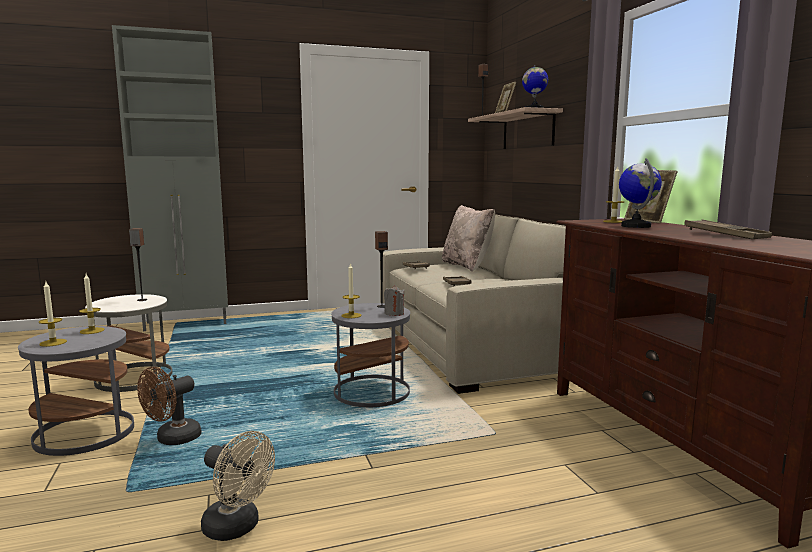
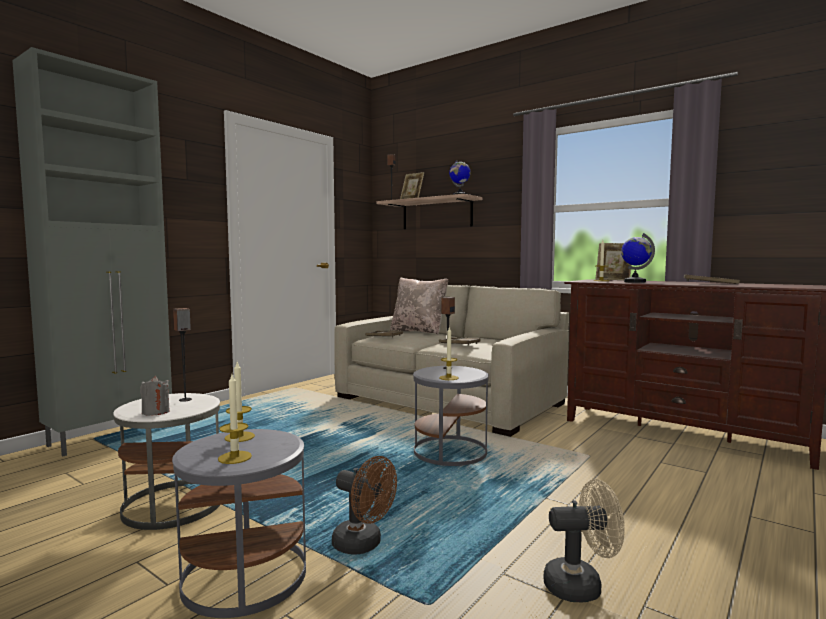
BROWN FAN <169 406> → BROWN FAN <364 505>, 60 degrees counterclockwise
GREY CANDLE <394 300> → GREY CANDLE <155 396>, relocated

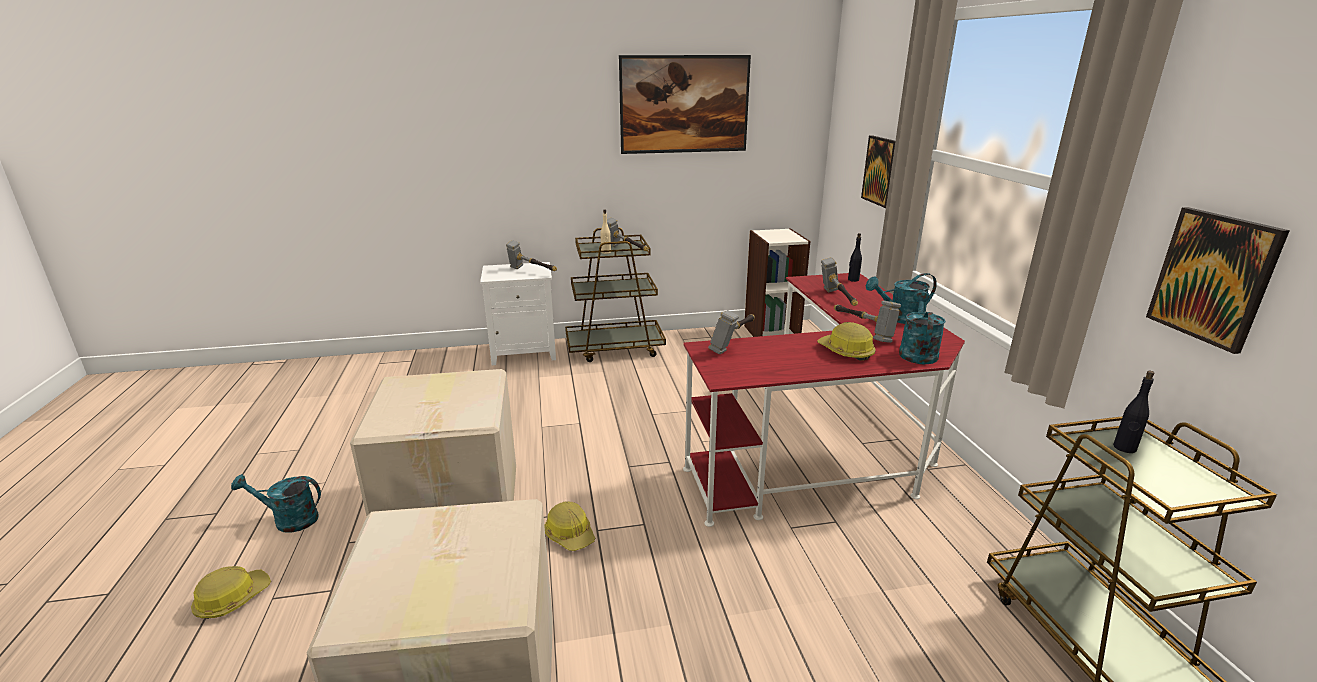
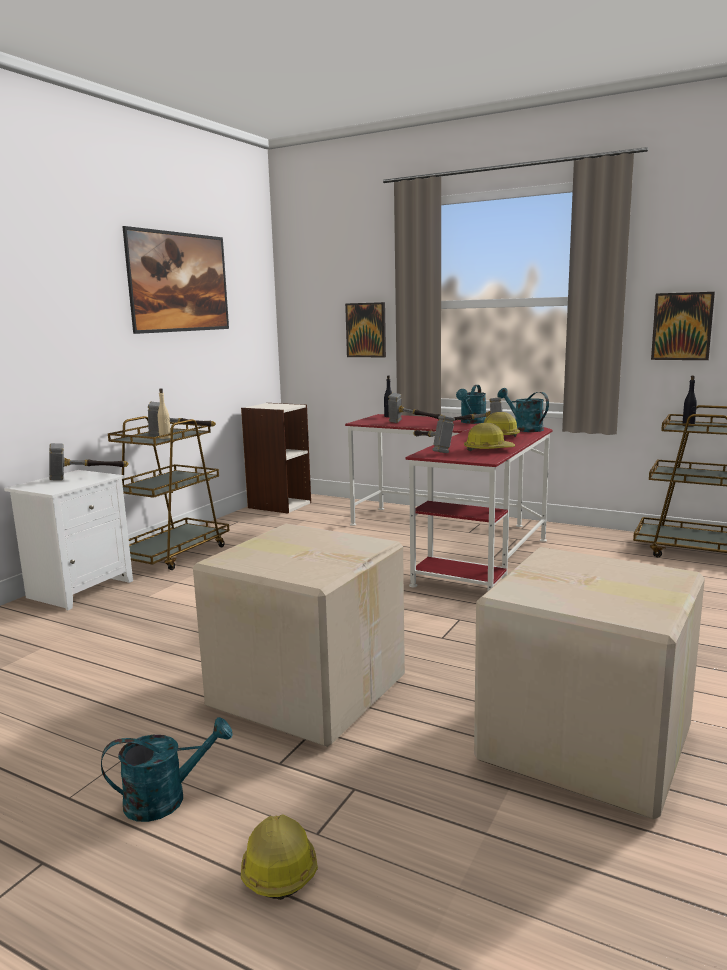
TURQUOISE WATERING CAN <276 503> → TURQUOISE WATERING CAN <167 769>, 150 degrees counterclockwise
HARD HAT <569 526> → HARD HAT <489 437>, relocated

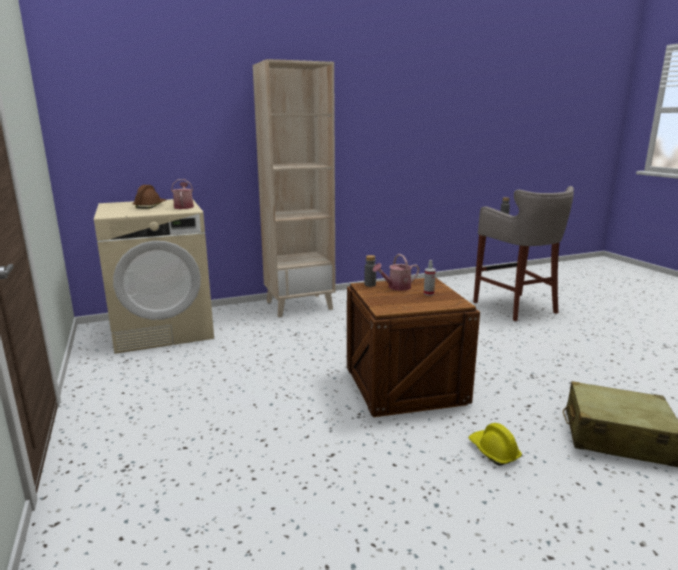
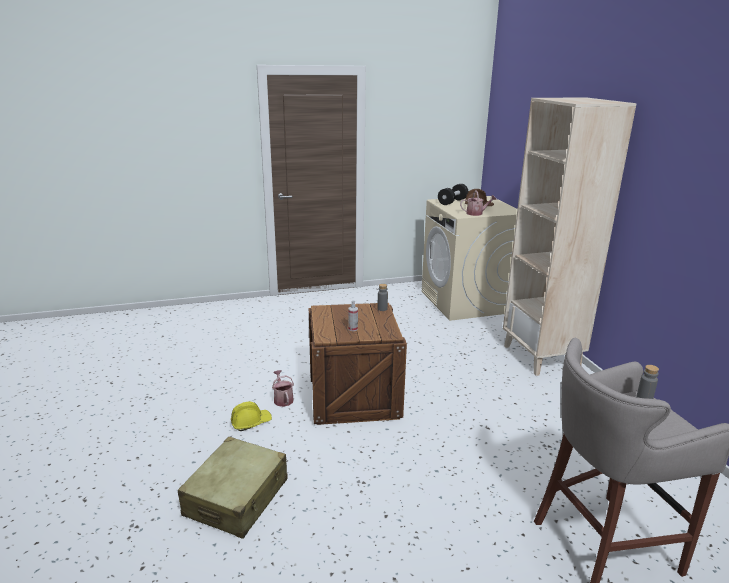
WATERING CAN <396 272> → WATERING CAN <283 388>, relocated
- → BLACK DUMBBELL <453 194>

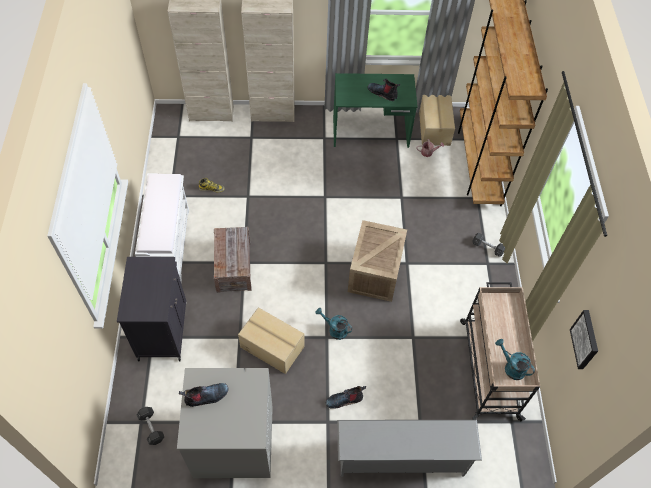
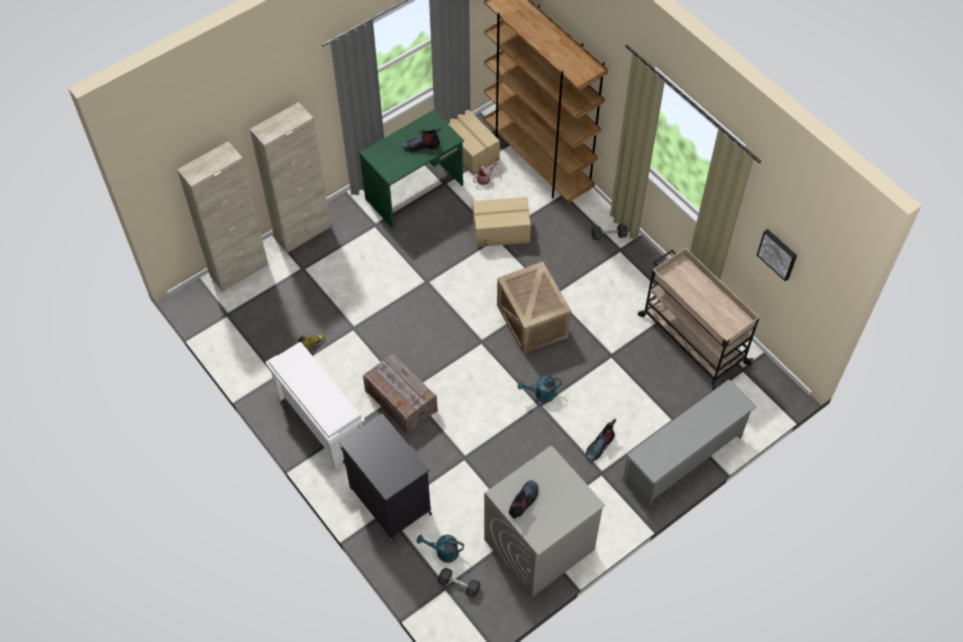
CARDBOARD BOX <271 340> → CARDBOARD BOX <501 222>, relocated
TURQUOISE WATERING CAN <515 359> → TURQUOISE WATERING CAN <440 549>, relocated

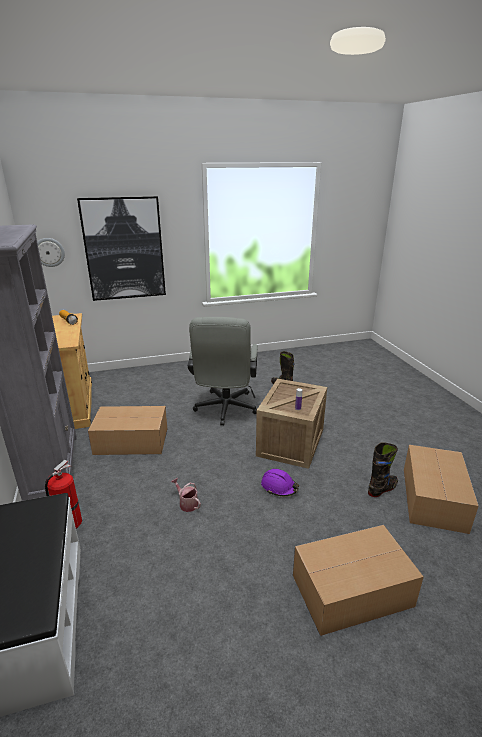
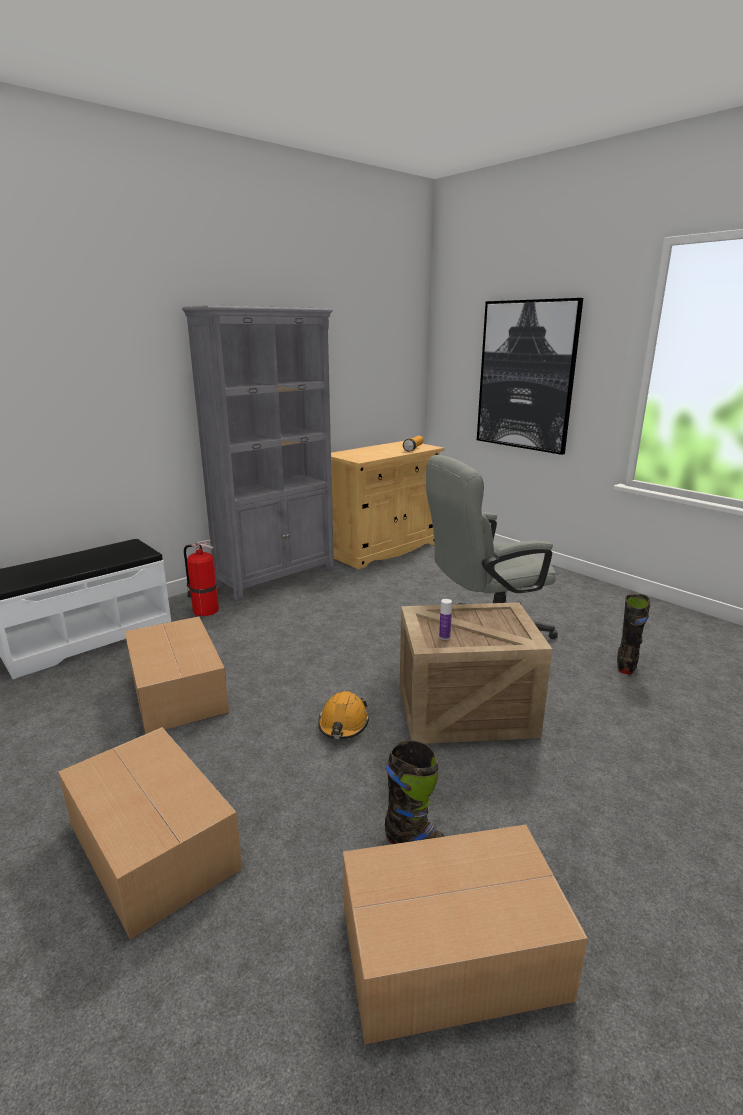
WALL CLOCK <51 252> → -
CARDBOARD BOX <127 430> → CARDBOARD BOX <177 675>, relocated
WATERING CAN <186 495> → -
PURPLE HARD HAT <280 482> → ORANGE HARD HAT <343 715>

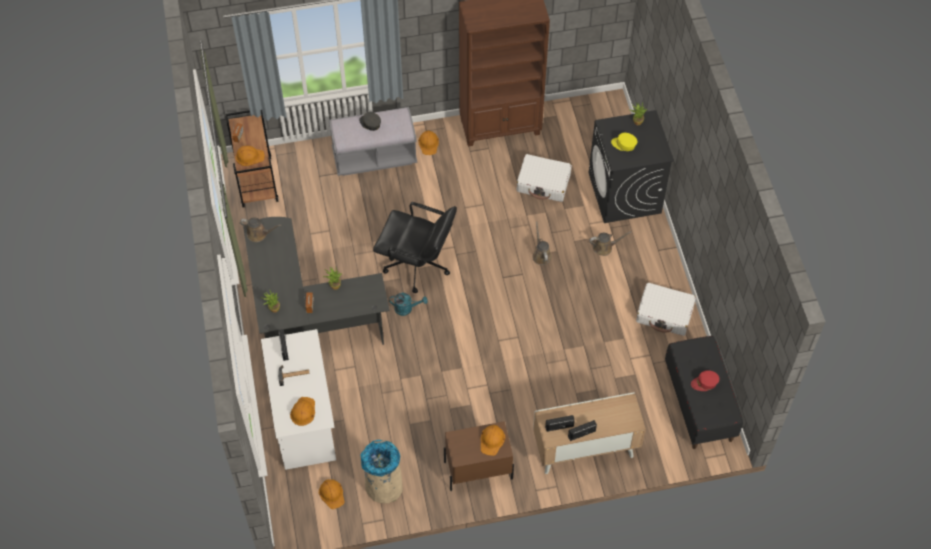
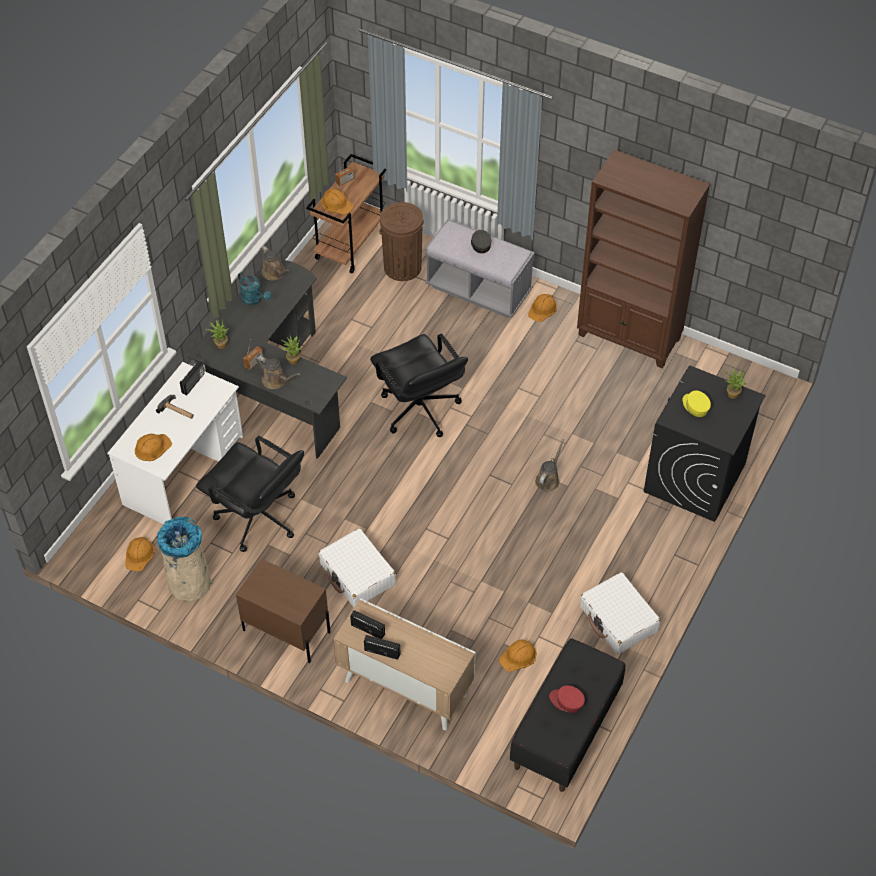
TURQUOISE WATERING CAN <408 304> → TURQUOISE WATERING CAN <254 288>, relocated
ORANGE HARD HAT <493 440> → ORANGE HARD HAT <518 656>, relocated
WHITE SUITCASE <544 178> → WHITE SUITCASE <357 567>, relocated
BROWN WATERING CAN <610 243> → BROWN WATERING CAN <278 372>, relocated
- → BLACK OFFICE CHAIR <250 494>
- → BROWN TRASH CAN <401 241>

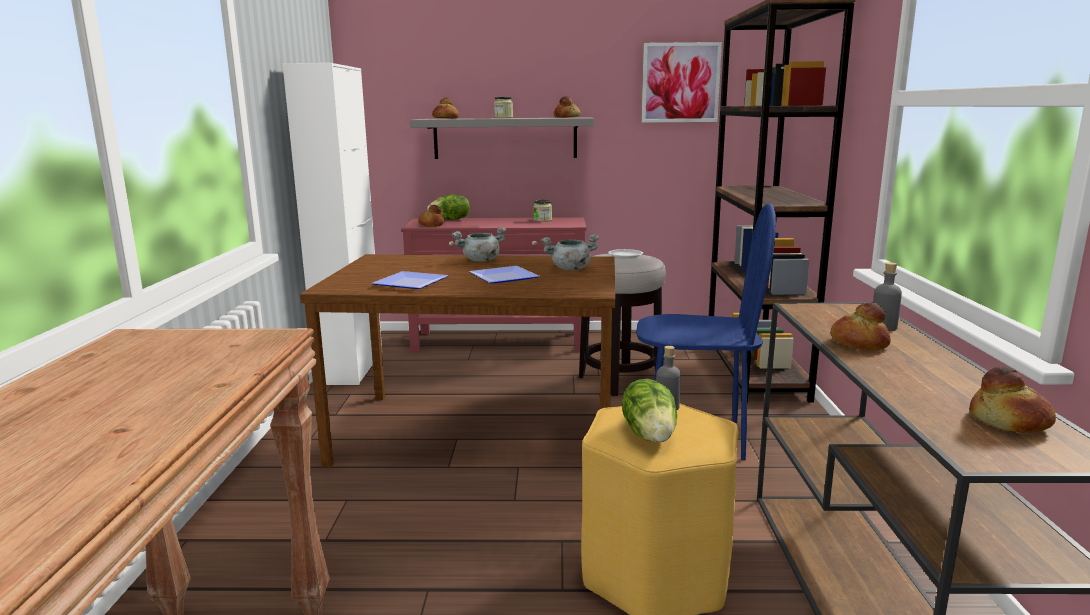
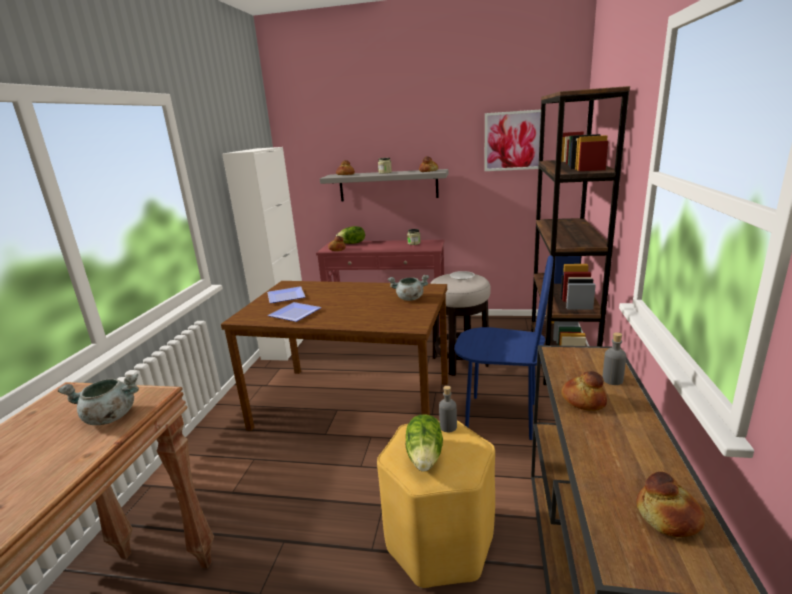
GREY COOKING POT <479 244> → GREY COOKING POT <98 399>, relocated
PLATE <504 274> → PLATE <286 295>, relocated

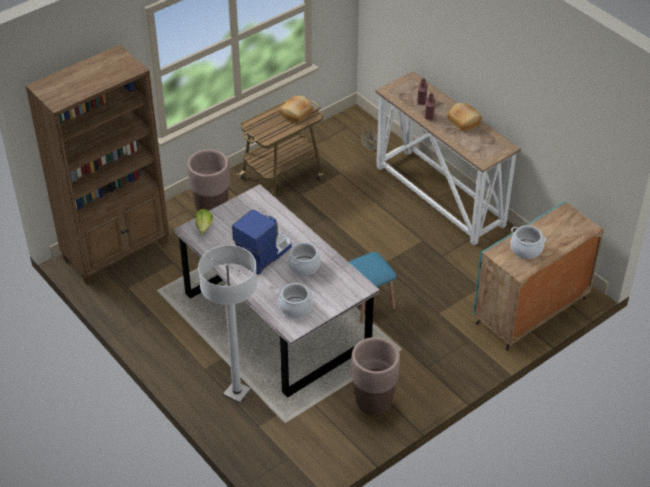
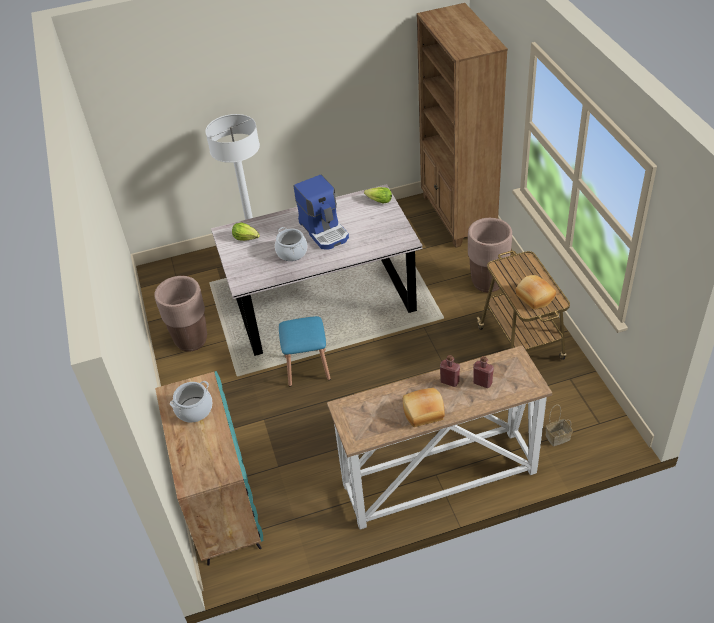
COOKING POT <295 300> → LETTUCE <246 231>

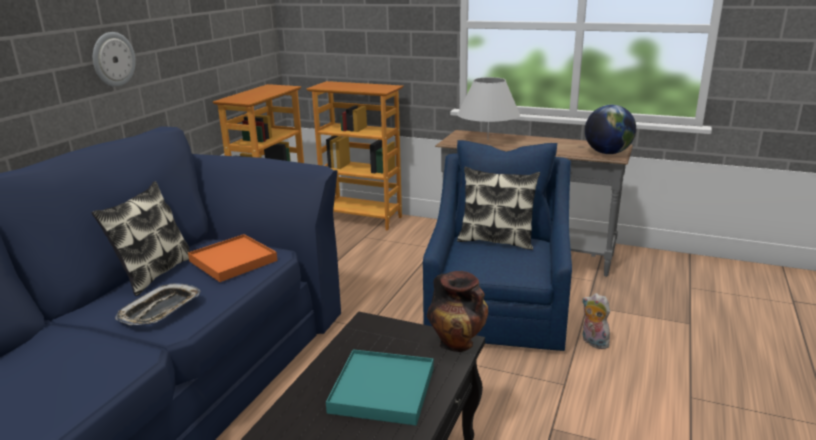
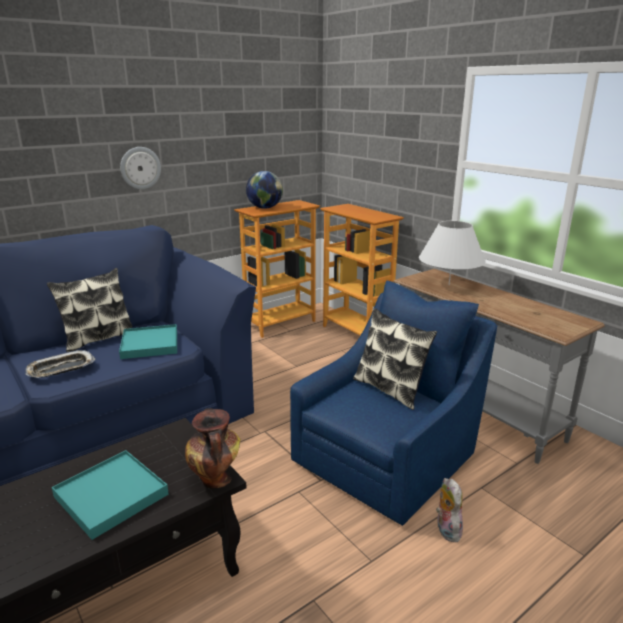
ORANGE TRAY <233 258> → TURQUOISE TRAY <148 341>
GLOBE <610 129> → GLOBE <264 190>, relocated

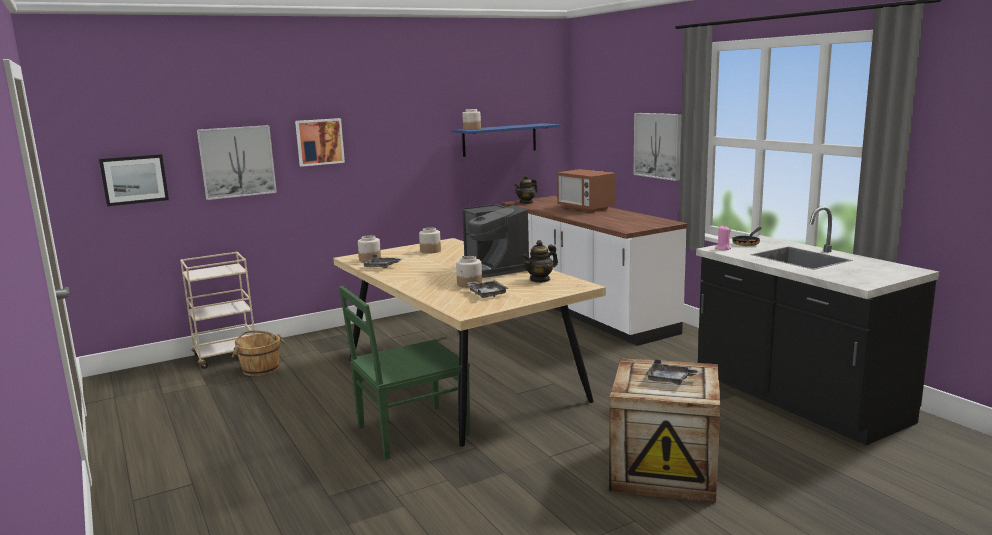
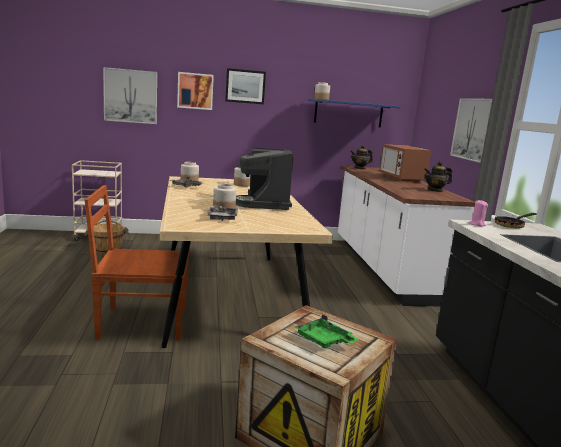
PICTURE <134 180> → PICTURE <245 86>, relocated
GREEN CHAIR <404 373> → BROWN CHAIR <137 262>
TEAPOT <539 261> → TEAPOT <438 176>, relocated
GREY TRAY <673 372> → GREEN TRAY <327 332>

